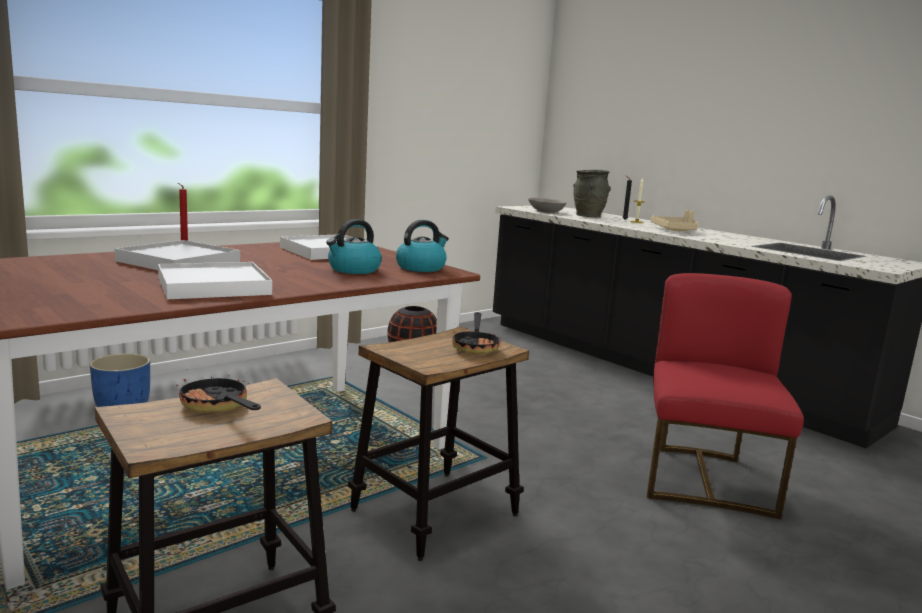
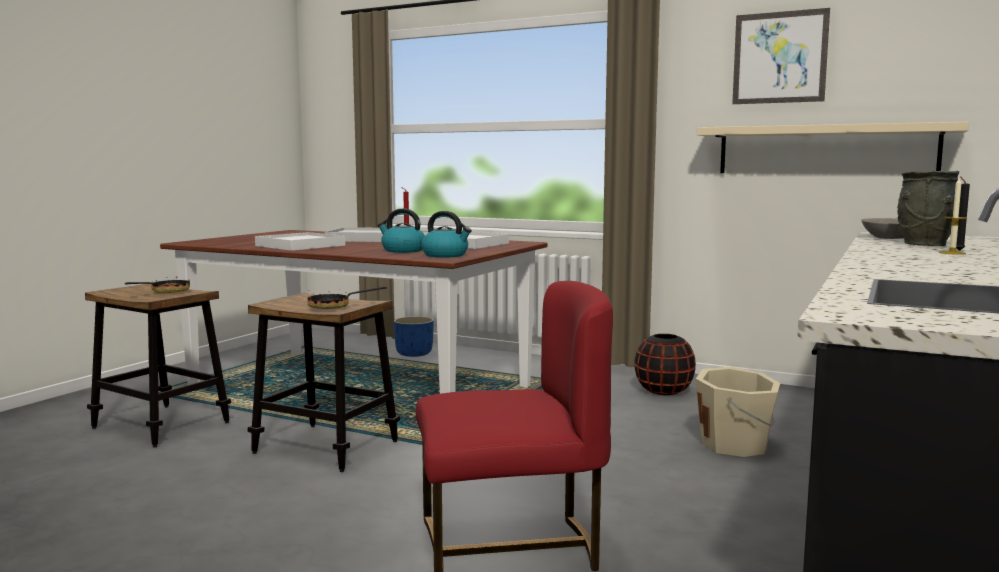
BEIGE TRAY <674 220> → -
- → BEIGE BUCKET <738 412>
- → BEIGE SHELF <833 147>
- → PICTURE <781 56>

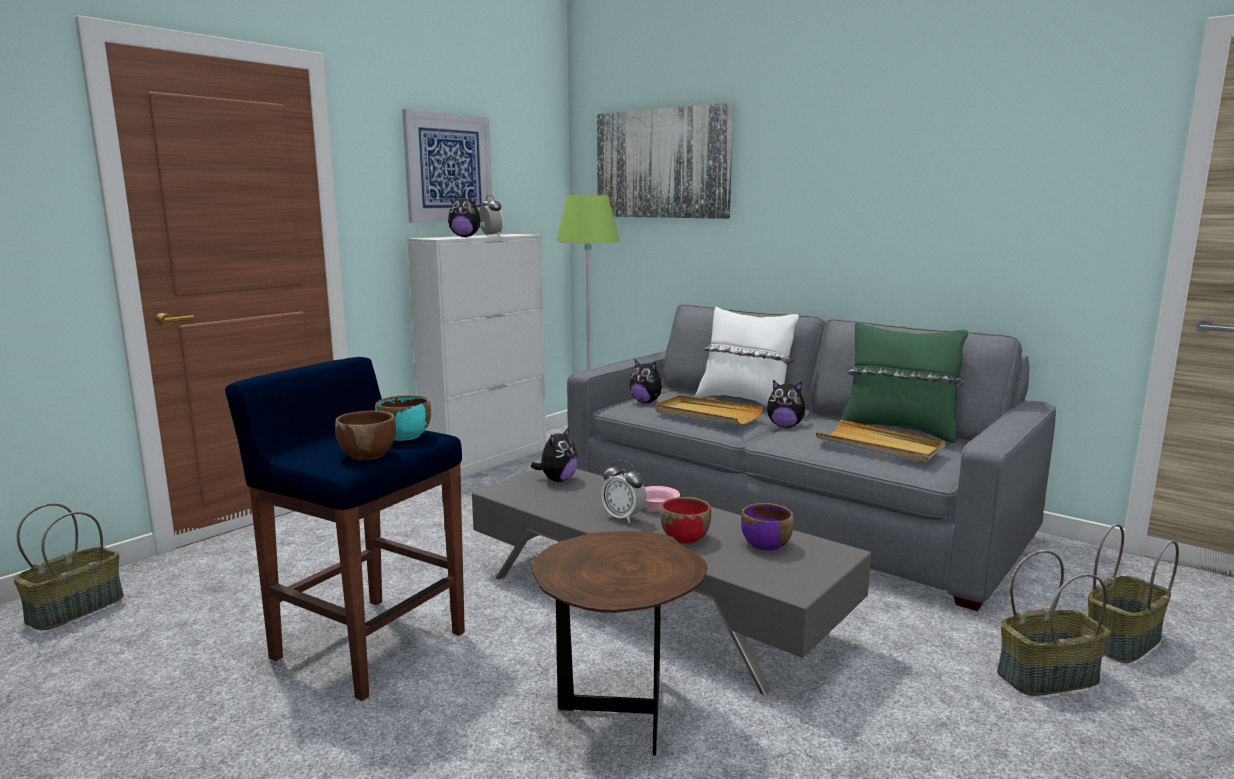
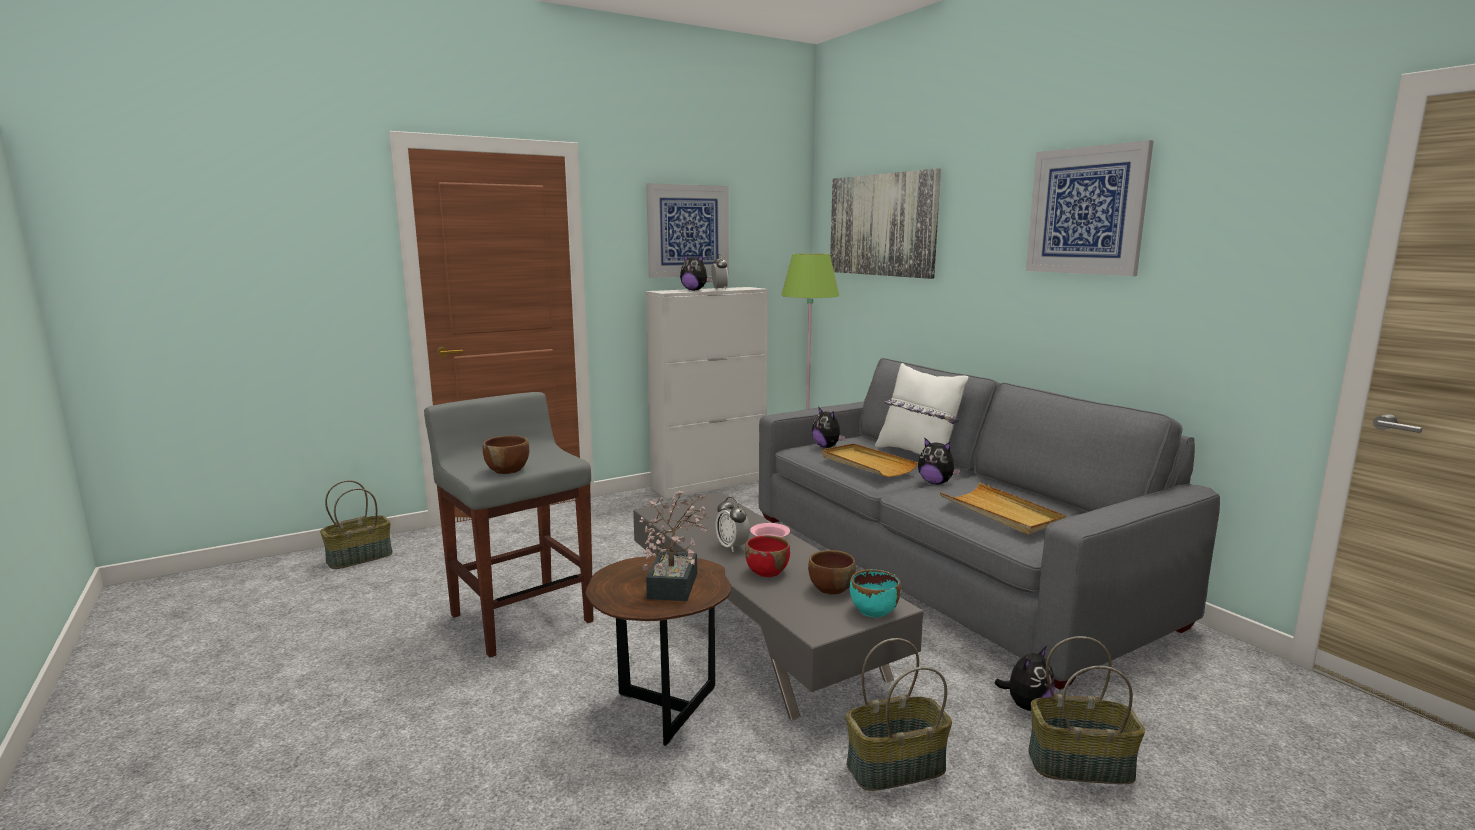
BLUE STOOL <345 529> → GREY STOOL <508 525>
TURQUOISE BOWL <403 418> → TURQUOISE BOWL <875 593>, relocated
PLUSH TOY <554 454> → PLUSH TOY <1025 678>, relocated
PURPLE BOWL <767 527> → BROWN BOWL <832 572>
GREEN PILLOW <904 382> → -
BASKET <1133 593> → BASKET <899 714>, relocated
- → POTTED PLANT <674 546>
- → PICTURE <1090 208>

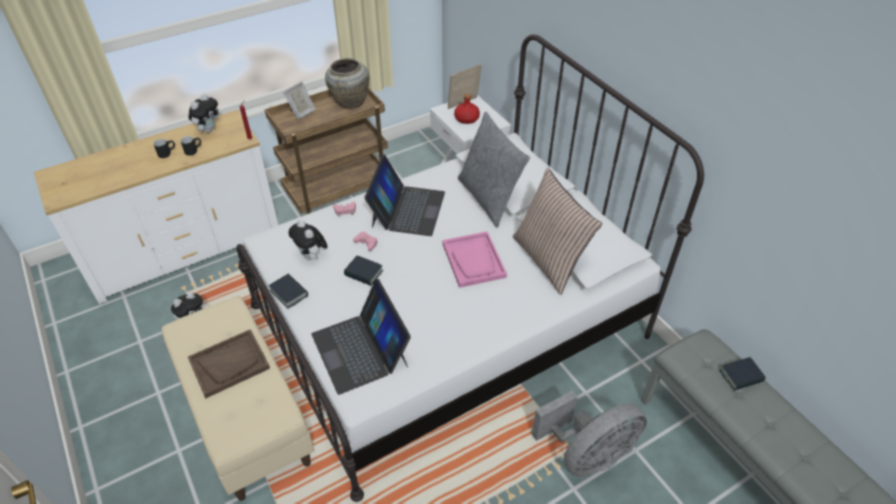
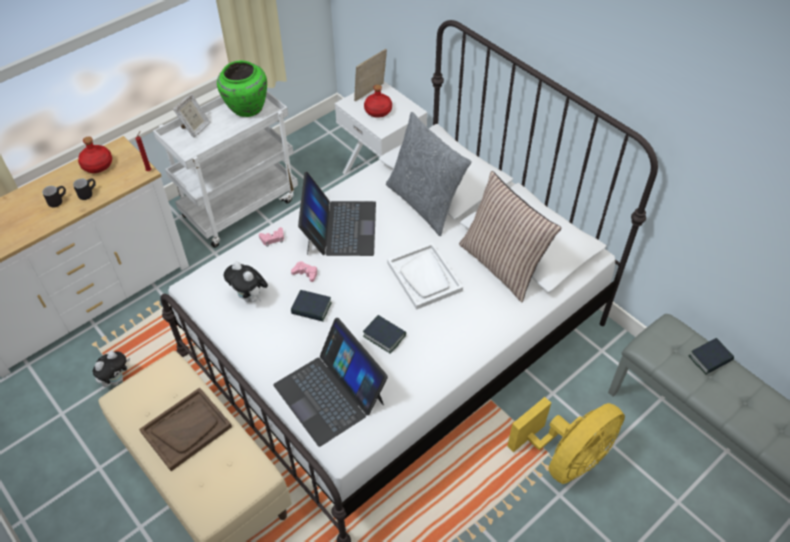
PLUSH TOY <203 113> → RED BOTTLE <95 155>
BROWN CART <326 151> → WHITE CART <225 169>
BOOK <288 291> → BOOK <384 334>, relocated
BEIGE VASE <347 83> → GREEN VASE <242 88>
PINK TRAY <474 259> → WHITE TRAY <425 276>
GREY FAN <589 434> → YELLOW FAN <566 440>

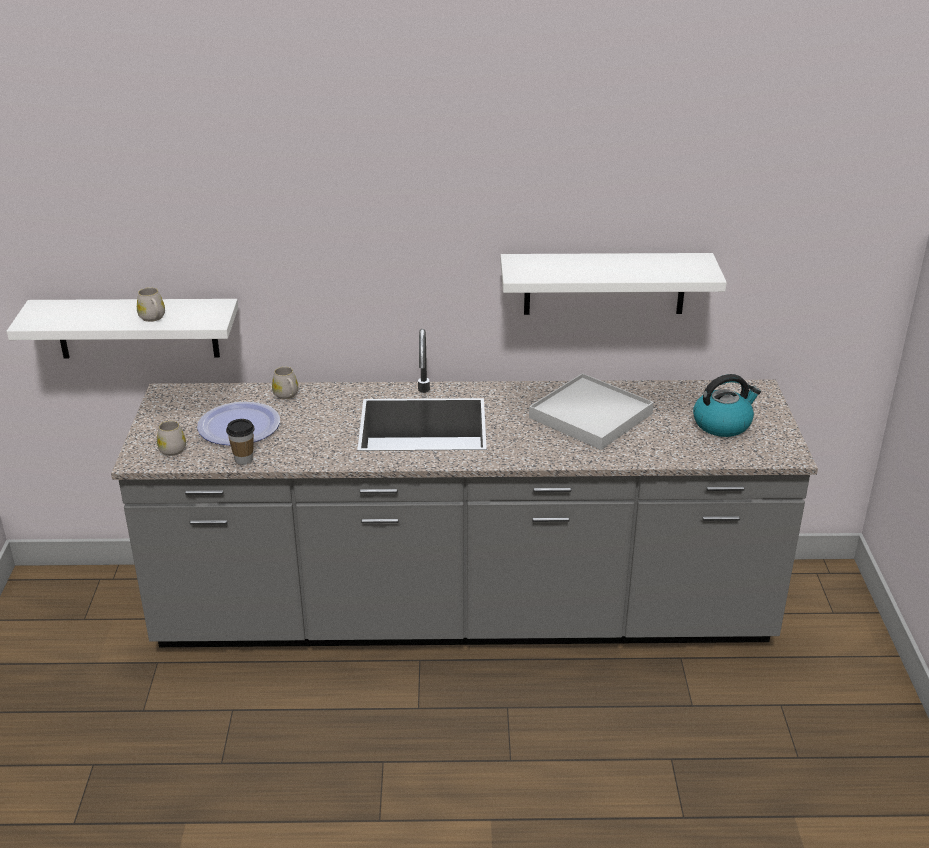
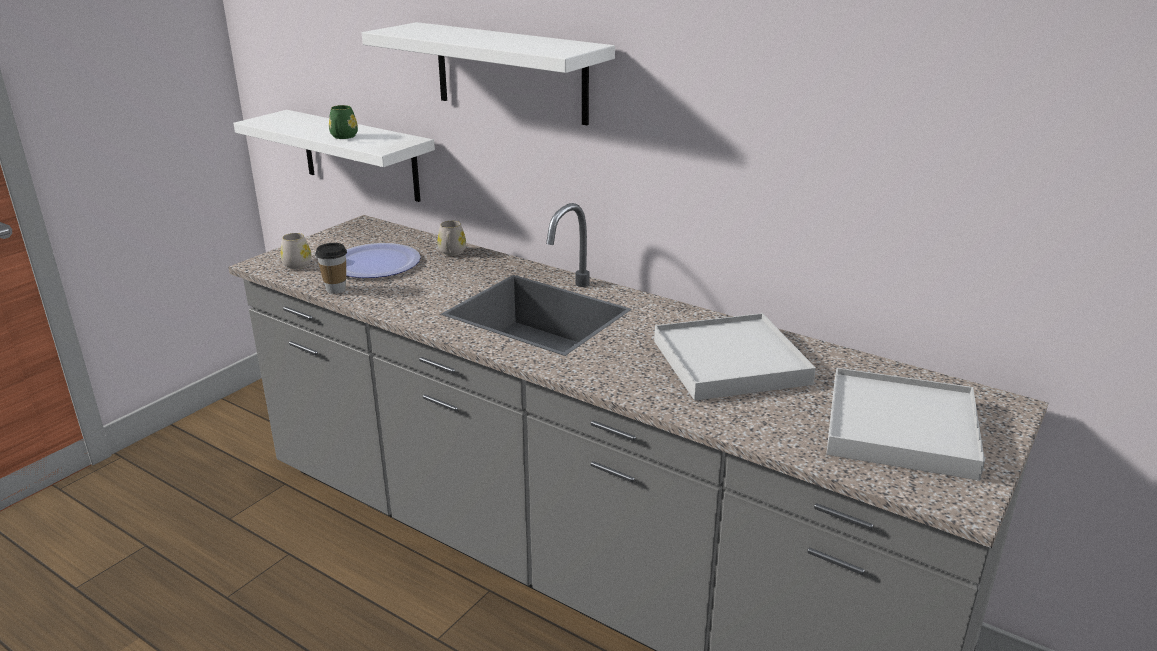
WHITE MUG <151 304> → GREEN MUG <343 122>
WHITE SHELF <613 284> → WHITE SHELF <488 73>, relocated
KETTLE <727 405> → WHITE TRAY <905 424>

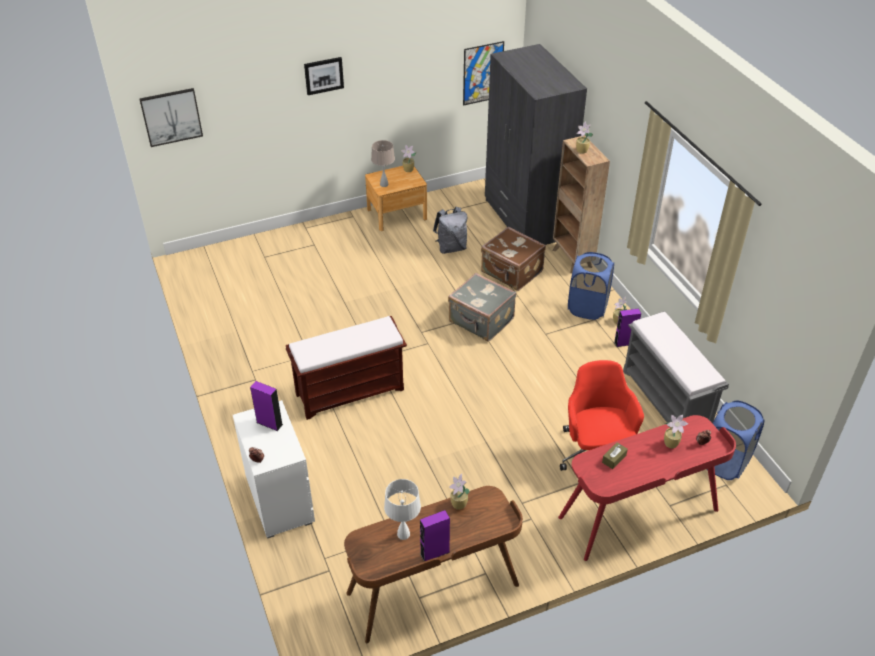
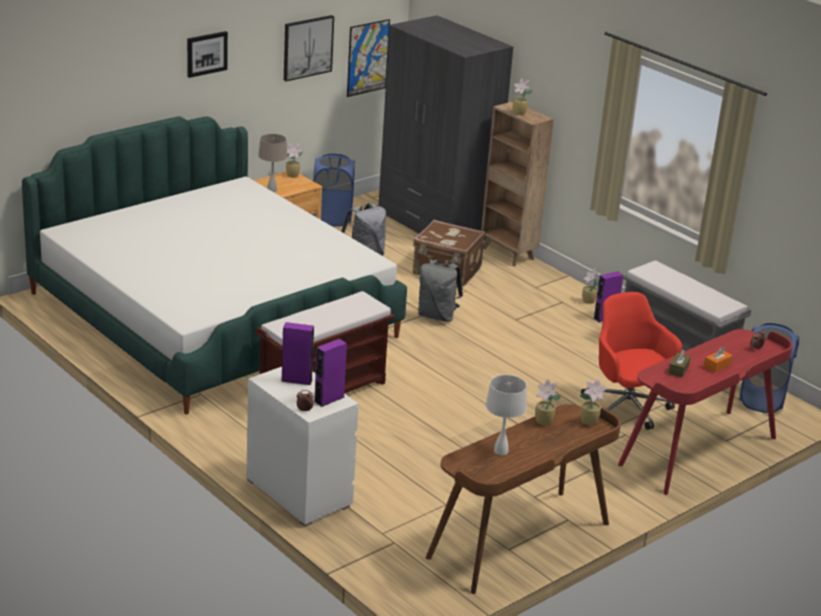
PICTURE <171 117> → PICTURE <309 48>, relocated
PURPLE SPEAKER <435 535> → PURPLE SPEAKER <330 373>, relocated
GREY SUITCASE <482 307> → GREY BACKPACK <440 291>
BLUE LAUNDRY BASKET <591 286> → BLUE LAUNDRY BASKET <333 190>, relocated
POTTED PLANT <676 431> → POTTED PLANT <593 402>, relocated
- → BED <214 265>
- → ORANGE TISSUE BOX <718 360>

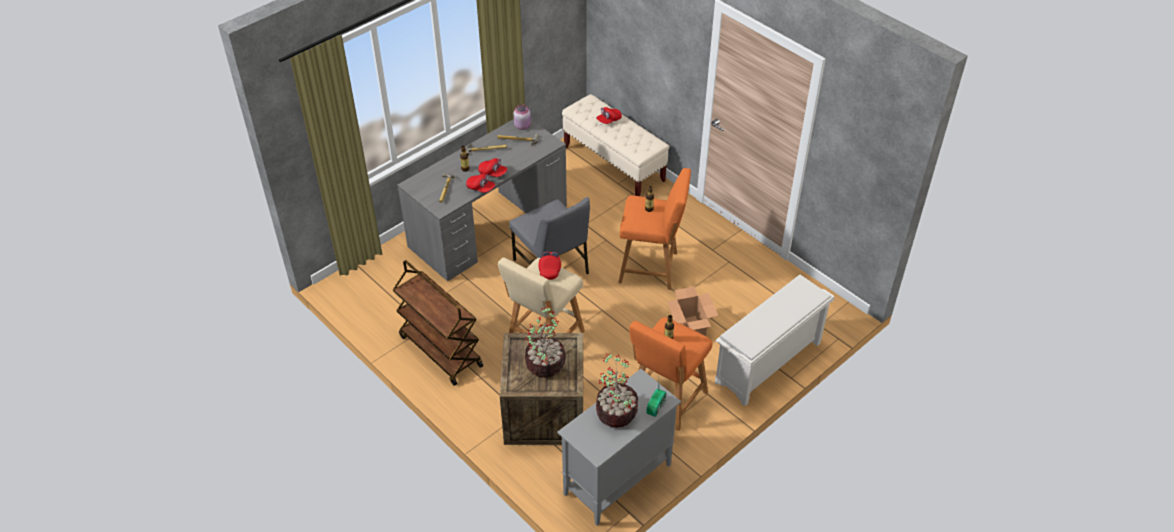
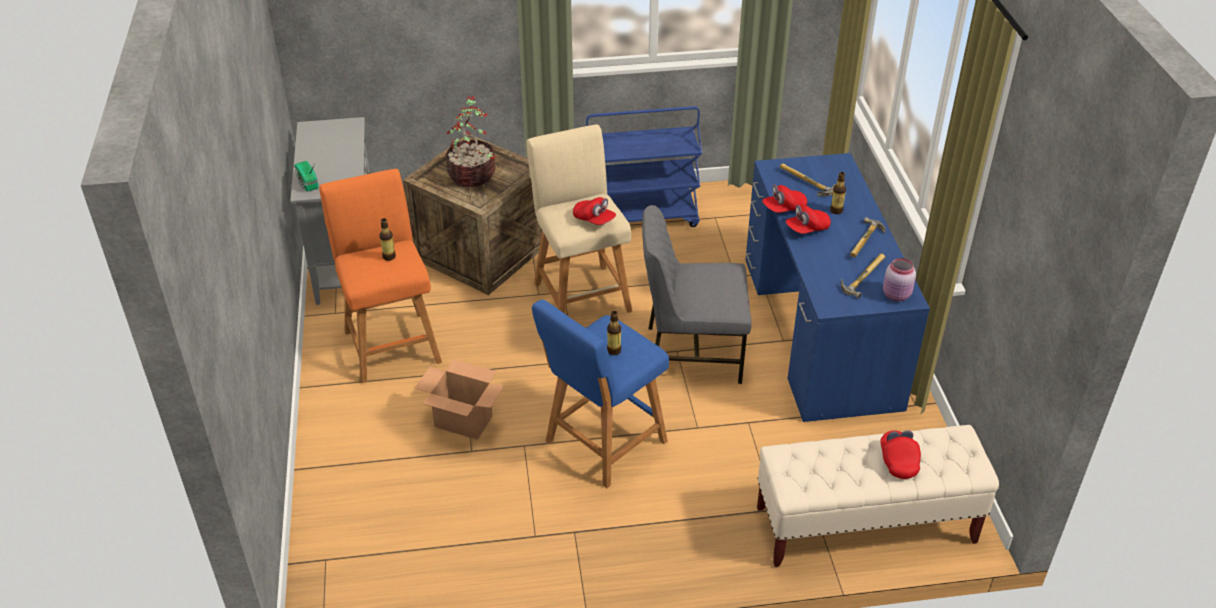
BROWN CART <437 323> → BLUE CART <644 166>
GREY DESK <482 200> → BLUE DESK <837 287>
POTTED PLANT <617 391> → -
ORANGE STOOL <654 229> → BLUE STOOL <600 394>
WHITE SHOE RACK <774 340> → -

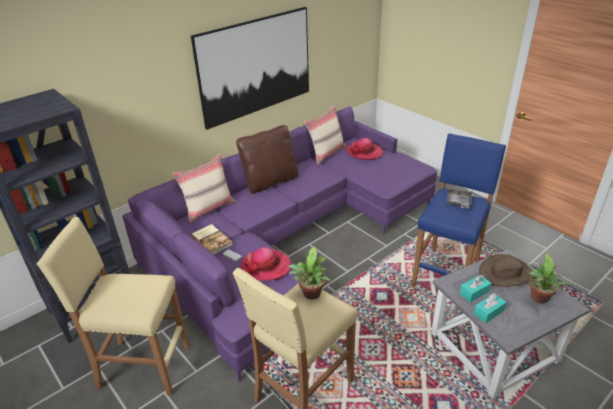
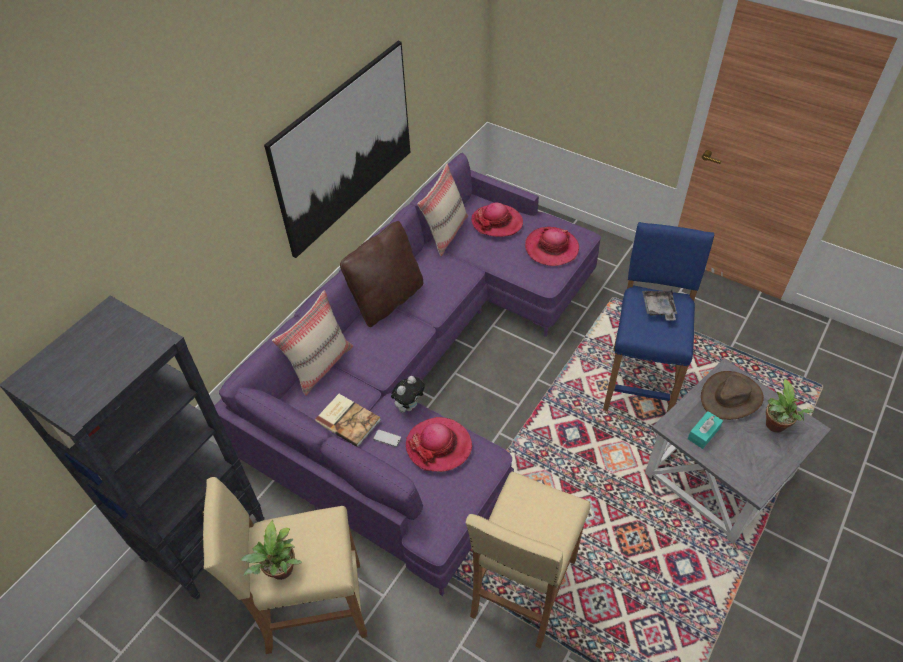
POTTED PLANT <309 273> → POTTED PLANT <271 550>, relocated
TURQUOISE TISSUE BOX <490 308> → -
- → PLUSH TOY <408 394>
- → HAT <552 246>

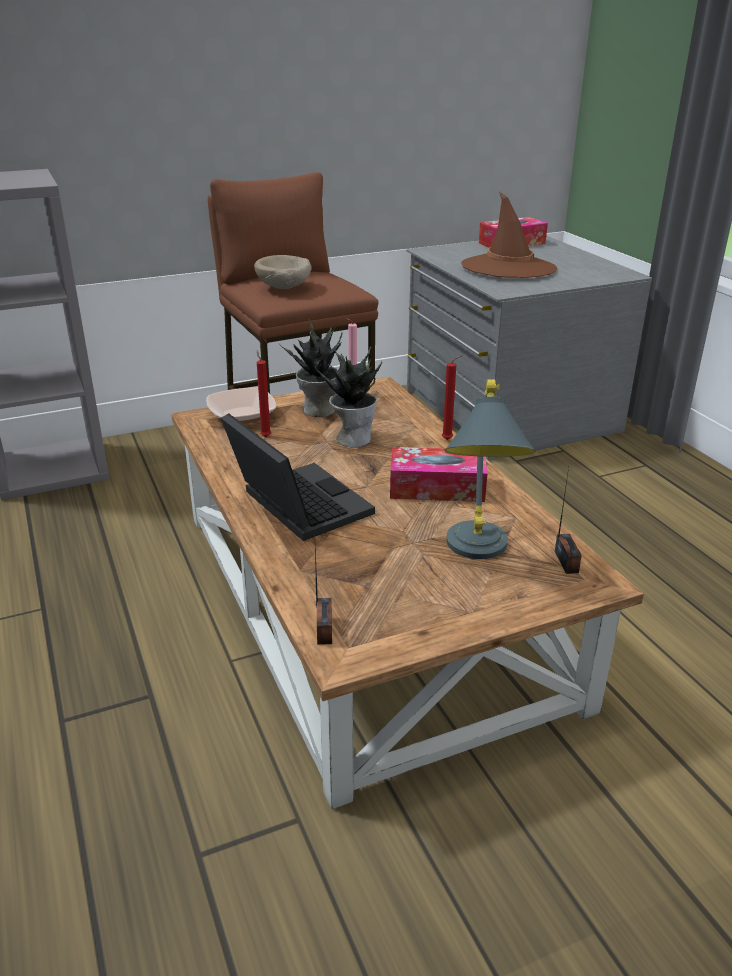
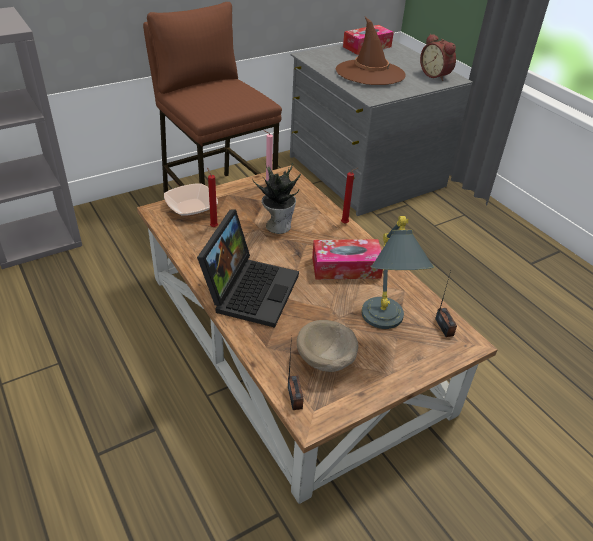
LAPTOP <298 477> → LAPTOP <248 269>, 60 degrees clockwise
BEIGE BOWL <283 272> → BEIGE BOWL <327 346>, relocated
POTTED PLANT <311 368> → -
- → ALARM CLOCK <438 57>

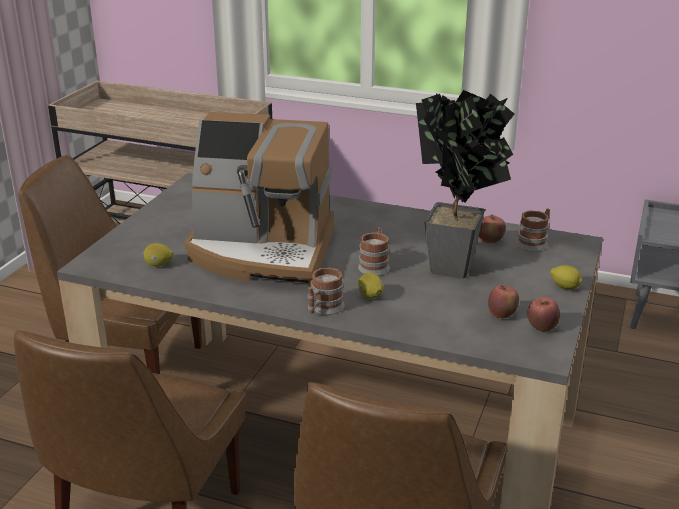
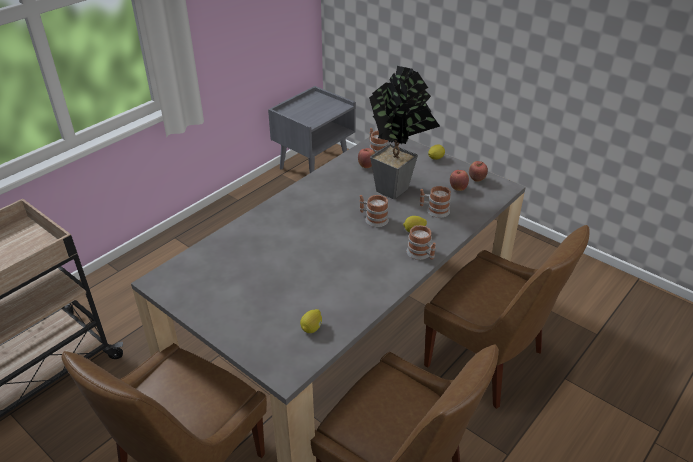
COFFEE MACHINE <259 199> → -
- → MUG <435 202>

